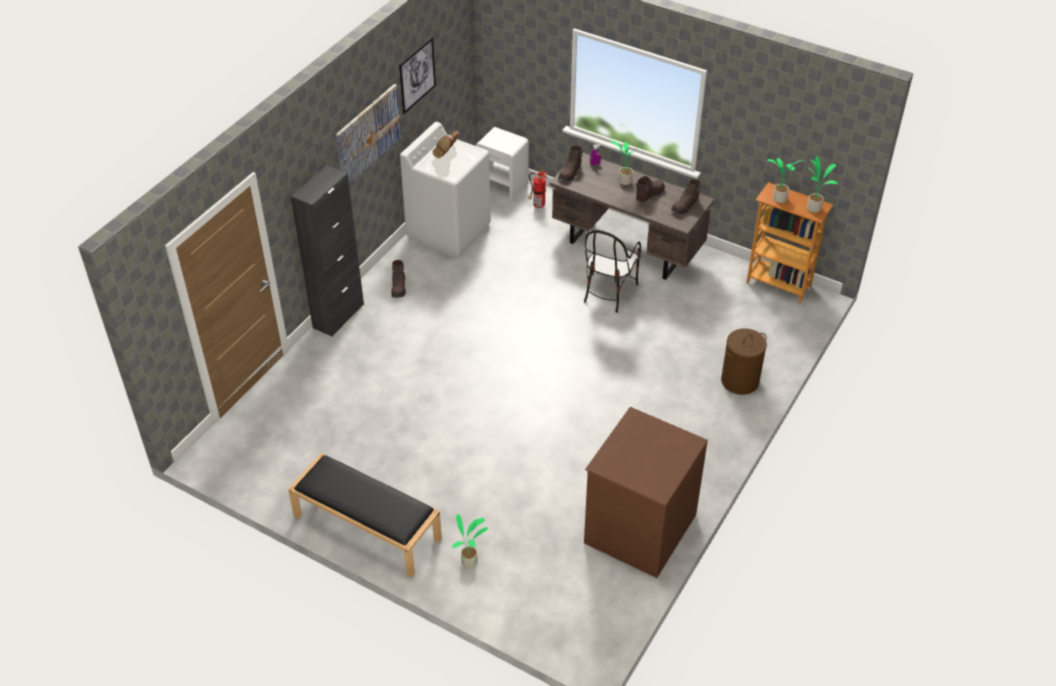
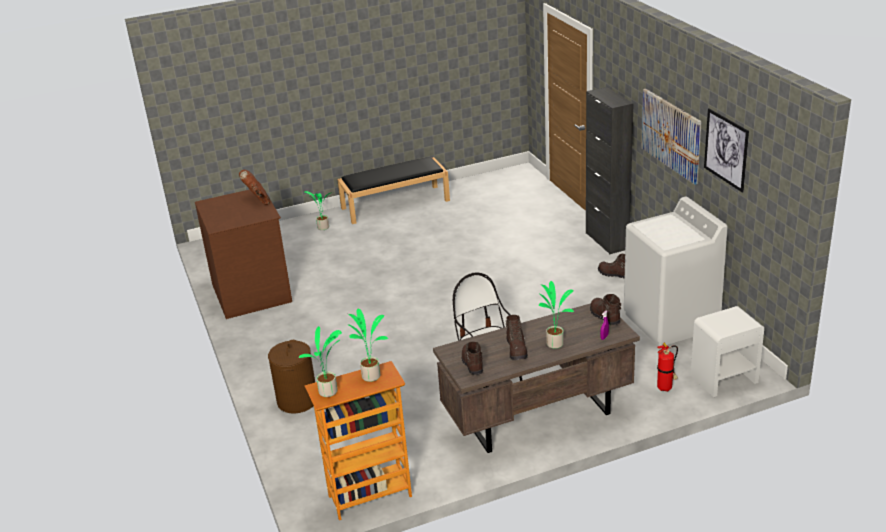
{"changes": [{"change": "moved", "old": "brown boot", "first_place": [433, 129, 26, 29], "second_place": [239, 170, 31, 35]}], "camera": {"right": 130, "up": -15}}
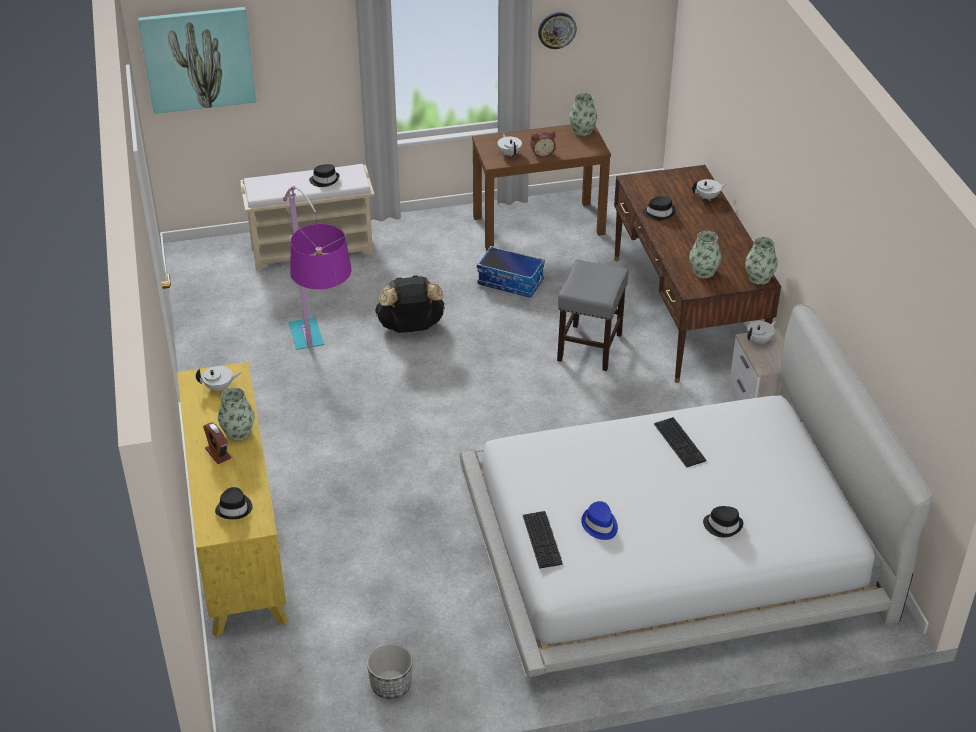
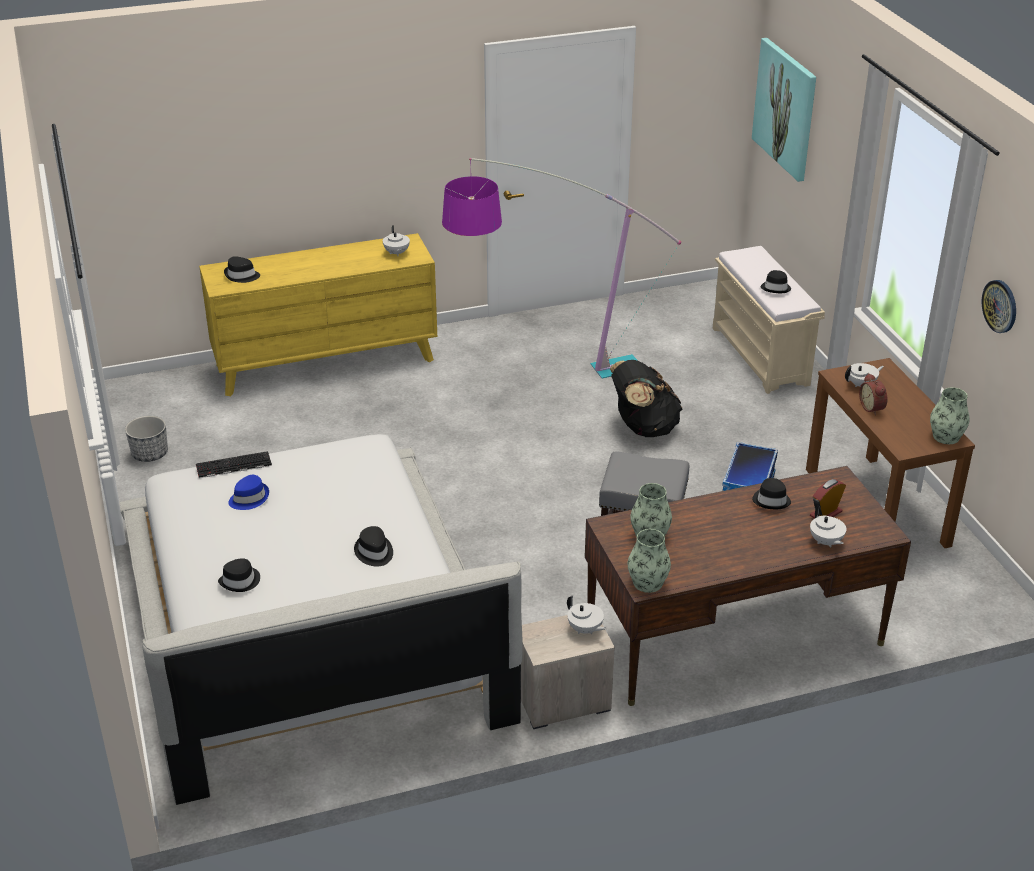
{"changes": [{"change": "moved", "old": "alarm clock", "first_place": [203, 422, 28, 42], "second_place": [810, 479, 36, 40]}, {"change": "removed", "old": "vase", "first_place": [218, 387, 36, 54]}, {"change": "replaced", "old": "keyboard", "new": "black hat", "first_place": [654, 417, 52, 51], "second_place": [354, 526, 39, 41]}], "camera": {"right": 85, "up": -5}}
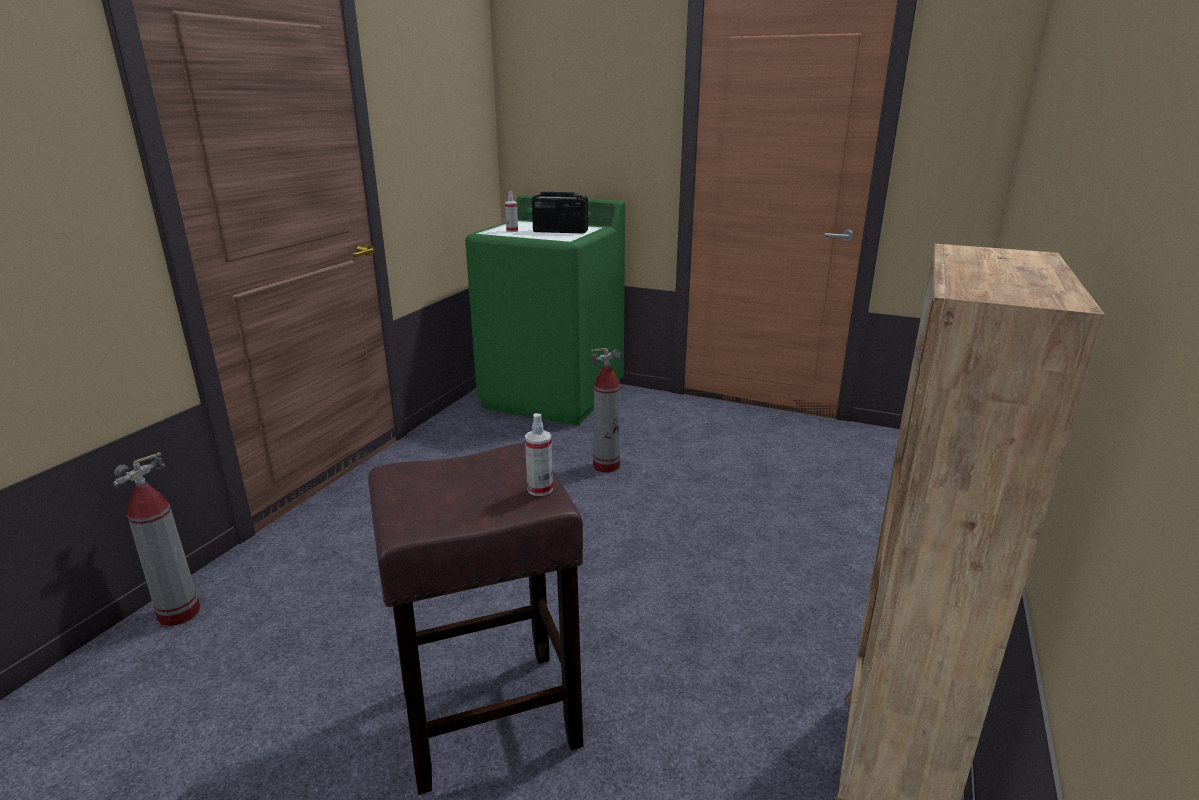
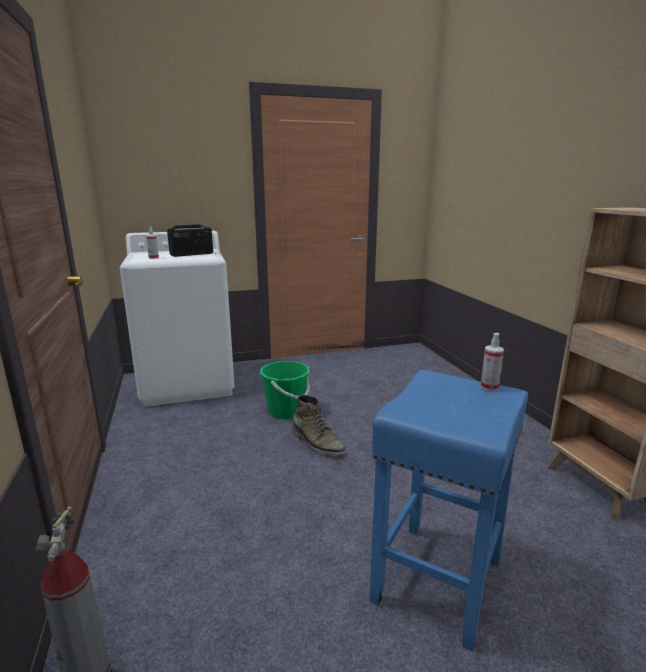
{"changes": [{"change": "recoloured", "old": "brown stool", "new": "blue stool", "first_place": [368, 443, 215, 352], "second_place": [369, 370, 159, 281]}, {"change": "recoloured", "old": "green washing machine", "new": "white washing machine", "first_place": [465, 195, 160, 231], "second_place": [120, 231, 115, 176]}, {"change": "replaced", "old": "fire extinguisher", "new": "green bucket", "first_place": [591, 348, 29, 125], "second_place": [260, 361, 50, 58]}, {"change": "added", "new": "green boot", "second_place": [292, 395, 54, 60]}], "camera": {"right": -40, "up": -5}}
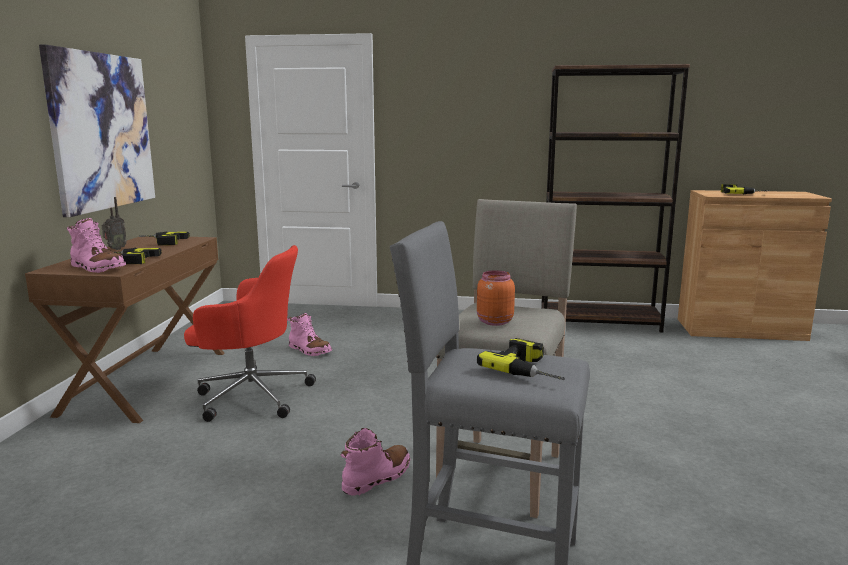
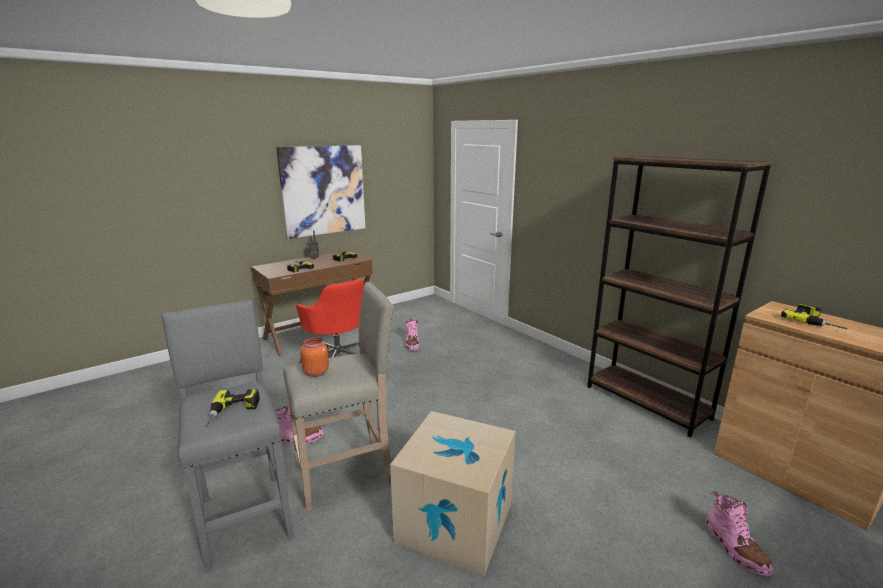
{"changes": [{"change": "moved", "old": "pink boot", "first_place": [67, 218, 59, 55], "second_place": [705, 491, 69, 85]}, {"change": "added", "new": "cardboard box", "second_place": [390, 411, 126, 165]}], "camera": {"right": 45, "up": 5}}
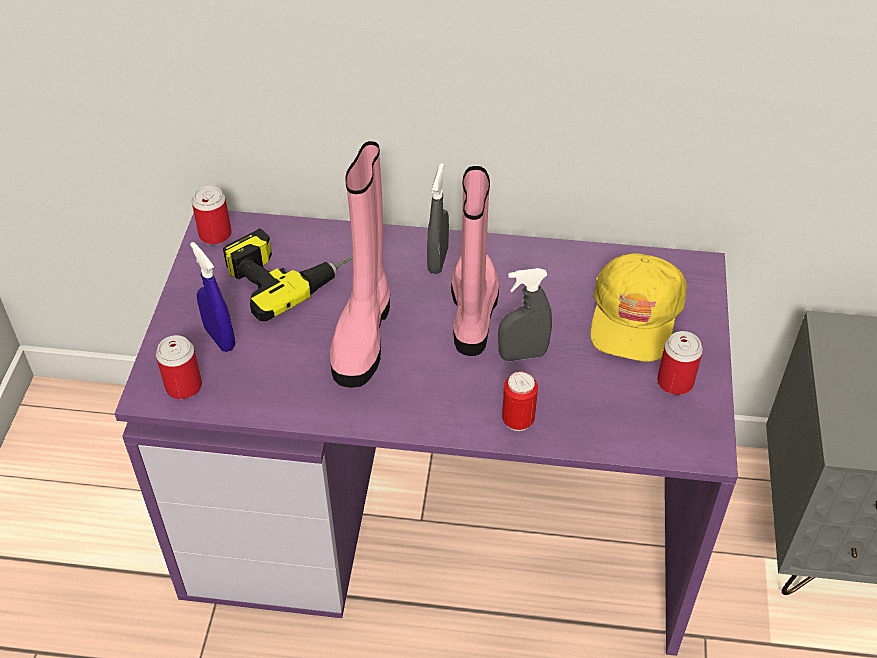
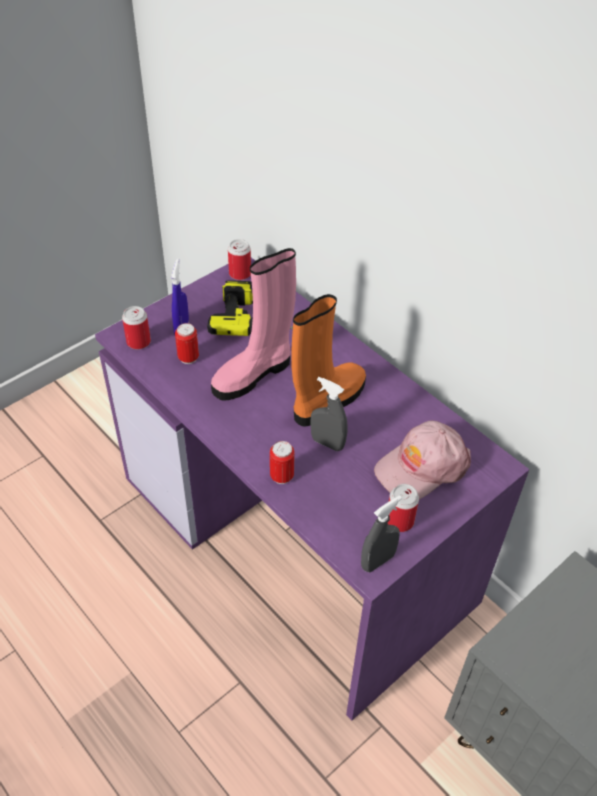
{"changes": [{"change": "moved", "old": "grey spray bottle", "first_place": [427, 163, 22, 111], "second_place": [361, 495, 41, 77]}, {"change": "recoloured", "old": "pink boot", "new": "orange boot", "first_place": [451, 166, 48, 190], "second_place": [291, 294, 75, 133]}, {"change": "recoloured", "old": "yellow cap", "new": "pink cap", "first_place": [591, 253, 96, 109], "second_place": [374, 421, 97, 78]}, {"change": "added", "new": "can", "second_place": [175, 323, 24, 41]}], "camera": {"right": 40, "up": 0}}
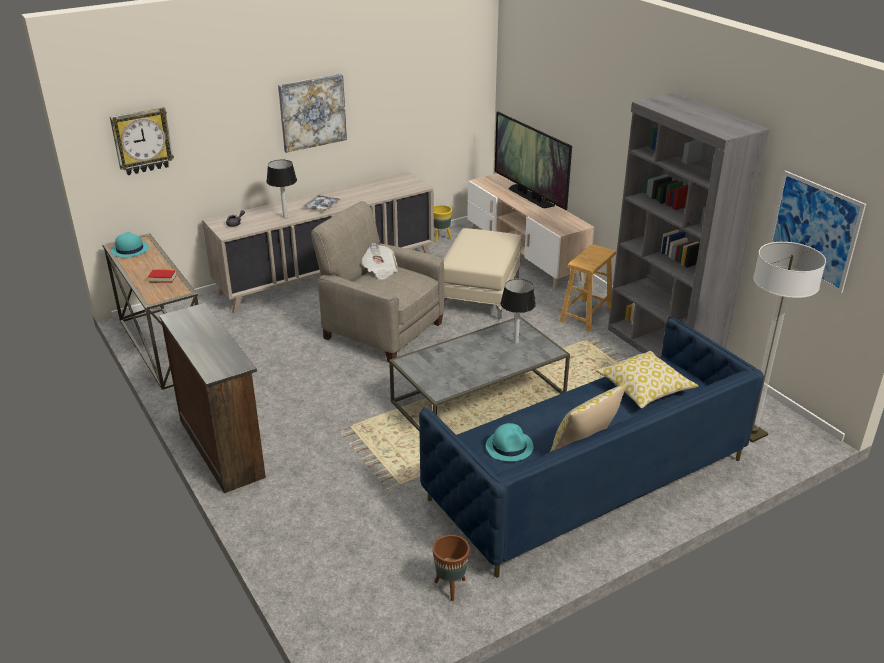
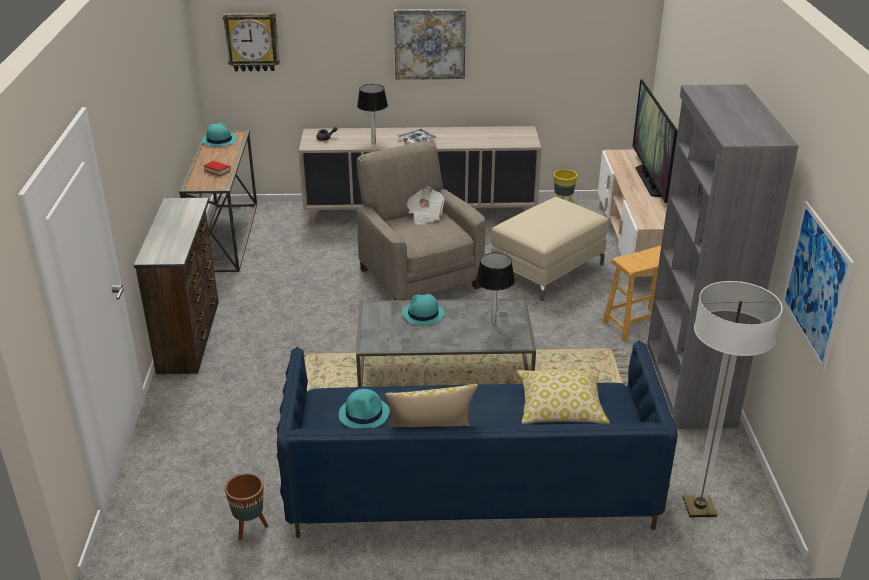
{"changes": [{"change": "added", "new": "turquoise hat", "second_place": [402, 294, 43, 31]}], "camera": {"right": 30, "up": 0}}
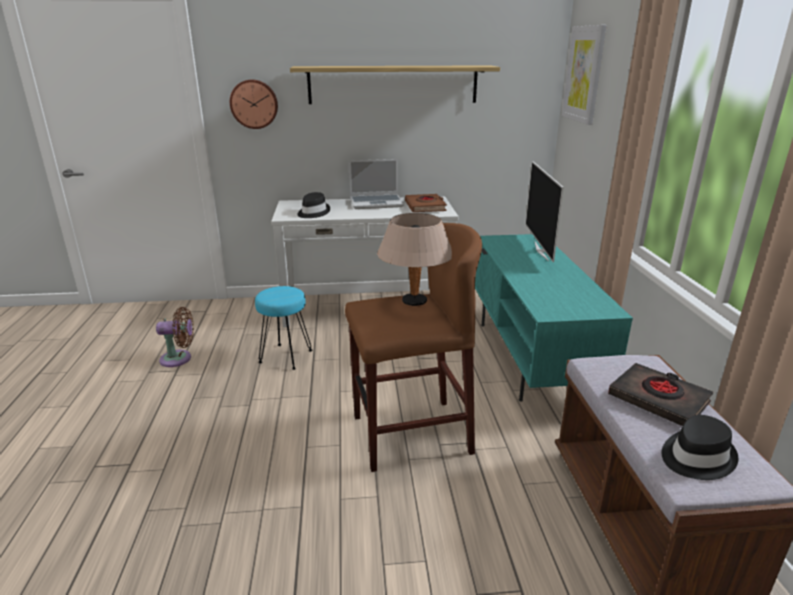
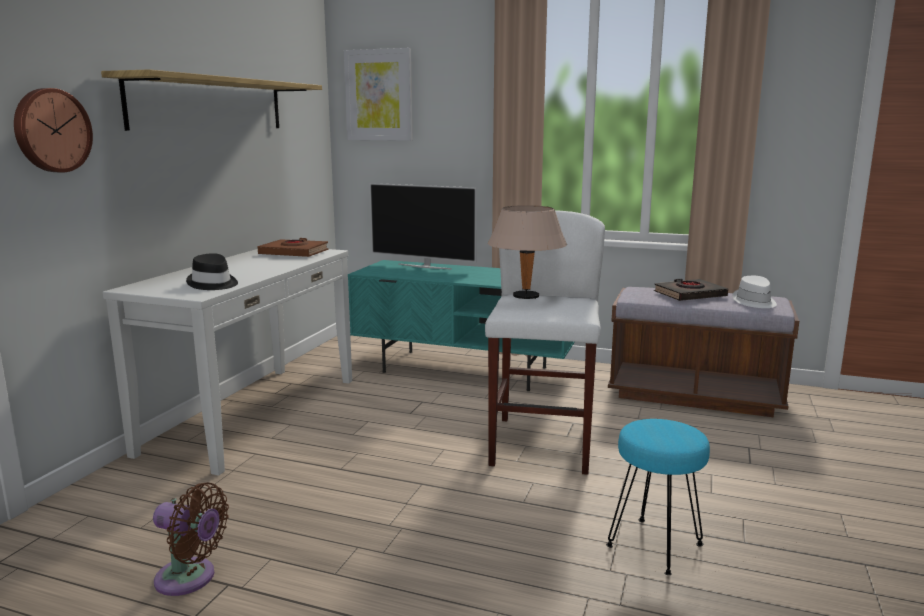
{"changes": [{"change": "turned", "old": "brown fan", "first_place": [156, 307, 38, 60], "second_place": [153, 482, 76, 114], "degrees": 90}, {"change": "moved", "old": "turquoise stool", "first_place": [255, 286, 57, 84], "second_place": [606, 419, 104, 156]}, {"change": "recoloured", "old": "brown stool", "new": "white stool", "first_place": [345, 223, 137, 249], "second_place": [485, 210, 120, 265]}, {"change": "removed", "old": "laptop", "first_place": [349, 159, 55, 50]}, {"change": "recoloured", "old": "black hat", "new": "white hat", "first_place": [661, 415, 78, 65], "second_place": [732, 276, 45, 32]}], "camera": {"right": -65, "up": -10}}
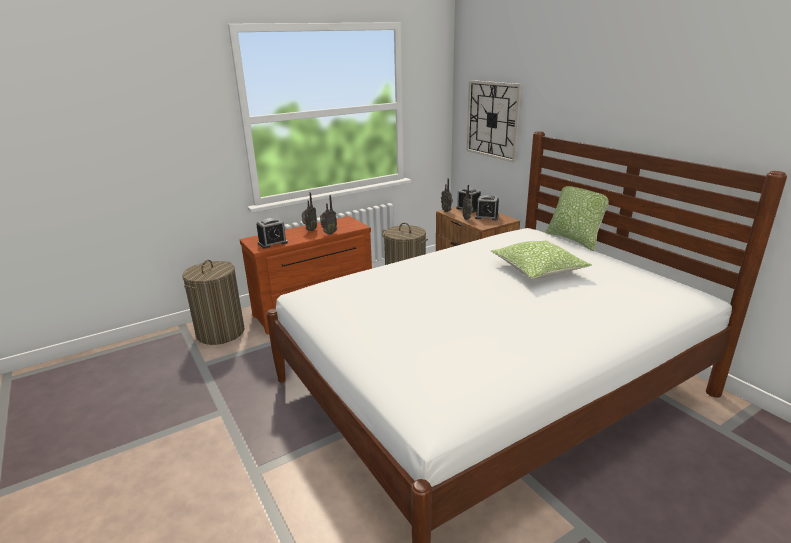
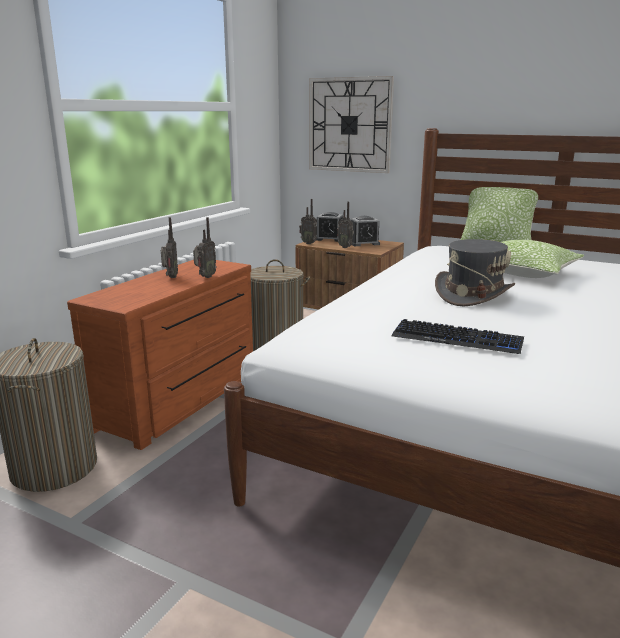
{"changes": [{"change": "removed", "old": "alarm clock", "first_place": [256, 218, 32, 31]}, {"change": "added", "new": "keyboard", "second_place": [392, 319, 132, 35]}, {"change": "added", "new": "grey hat", "second_place": [435, 239, 80, 67]}], "camera": {"right": -30, "up": -5}}
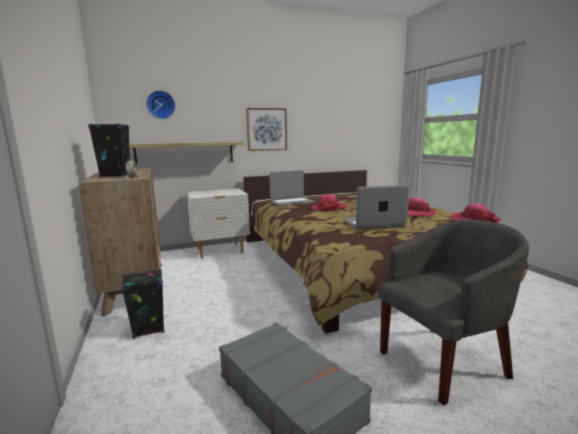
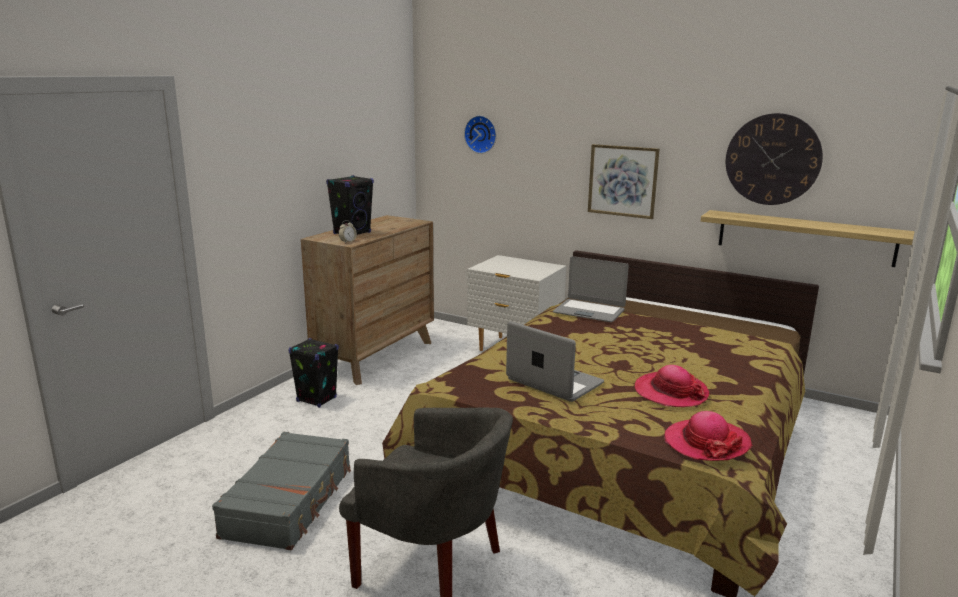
{"changes": [{"change": "moved", "old": "shelf", "first_place": [129, 142, 115, 22], "second_place": [701, 210, 214, 57]}, {"change": "removed", "old": "hat", "first_place": [311, 194, 37, 17]}, {"change": "added", "new": "wall clock", "second_place": [726, 113, 97, 92]}], "camera": {"right": 50, "up": 5}}
